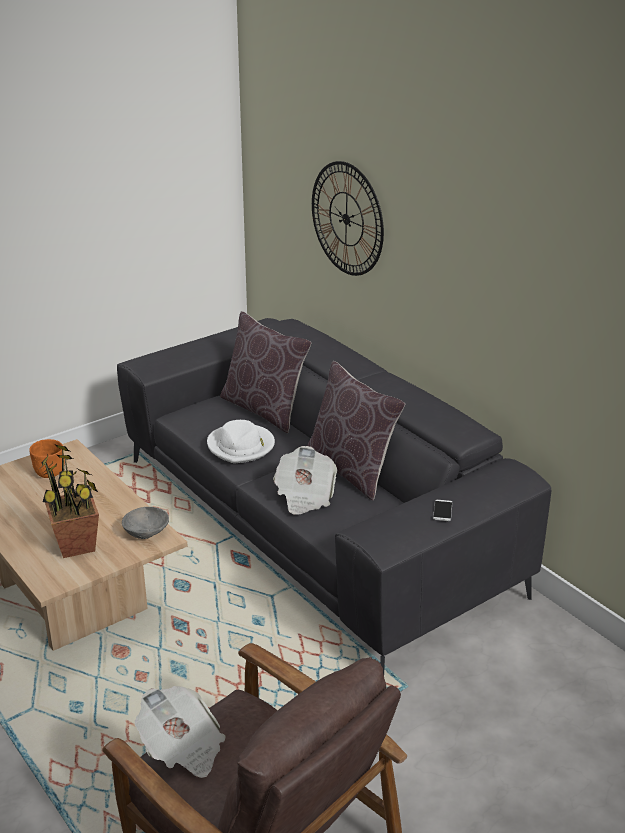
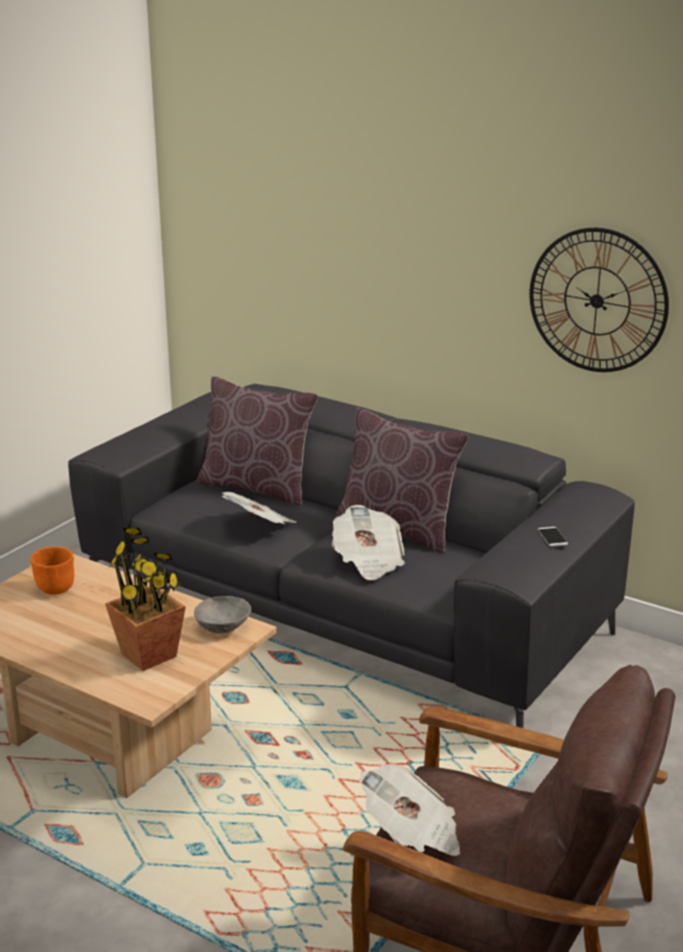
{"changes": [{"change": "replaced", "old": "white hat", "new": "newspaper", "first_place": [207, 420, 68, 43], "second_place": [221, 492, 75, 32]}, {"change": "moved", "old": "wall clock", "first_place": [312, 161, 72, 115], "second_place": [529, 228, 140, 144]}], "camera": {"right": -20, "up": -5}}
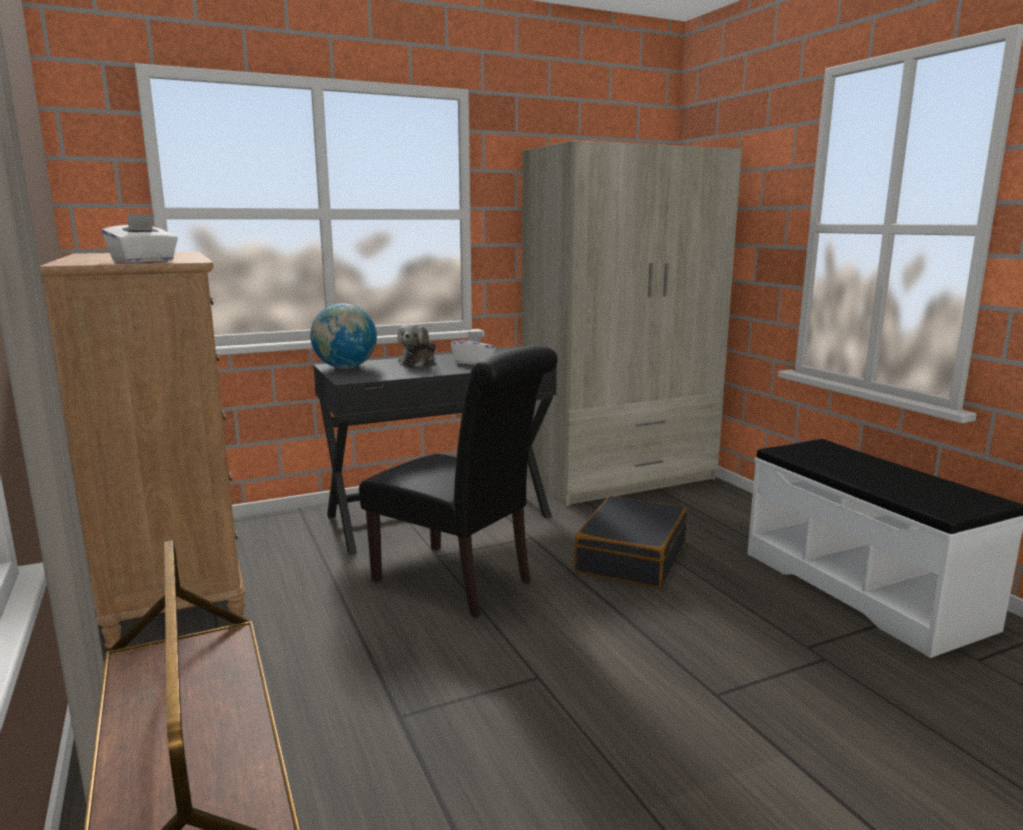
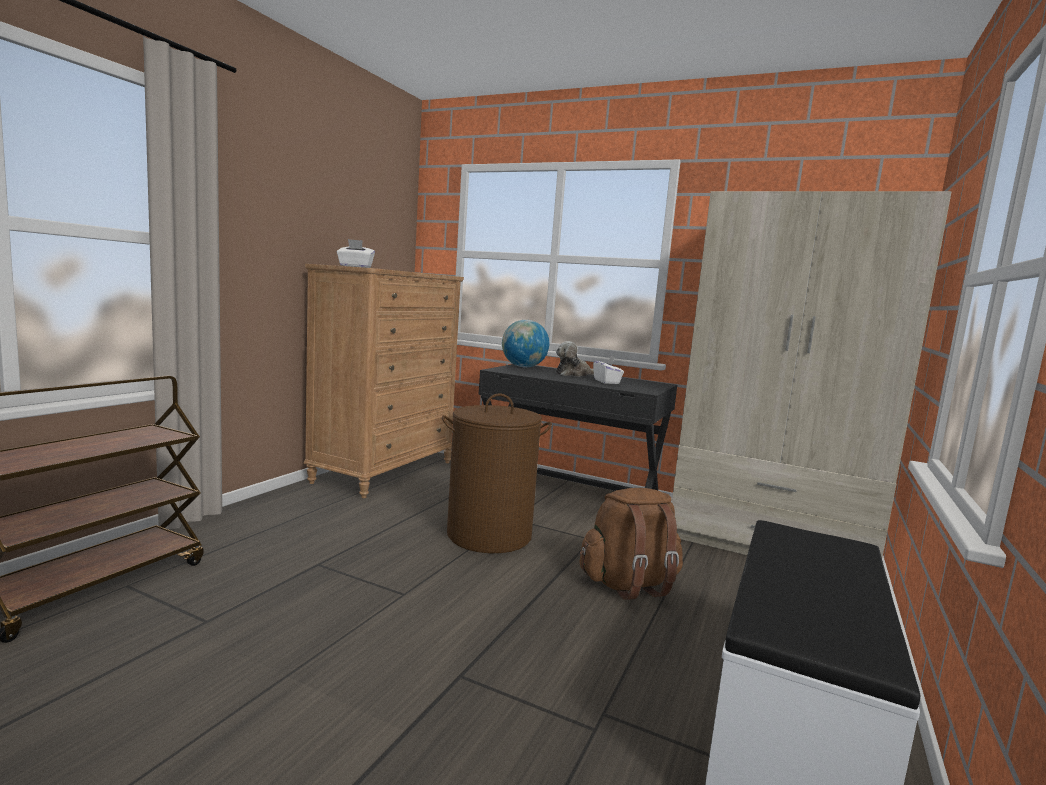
{"changes": [{"change": "replaced", "old": "black chair", "new": "brown laundry basket", "first_place": [359, 345, 199, 273], "second_place": [442, 393, 110, 160]}, {"change": "replaced", "old": "black suitcase", "new": "brown backpack", "first_place": [574, 496, 113, 92], "second_place": [580, 488, 103, 112]}], "camera": {"right": 50, "up": -5}}
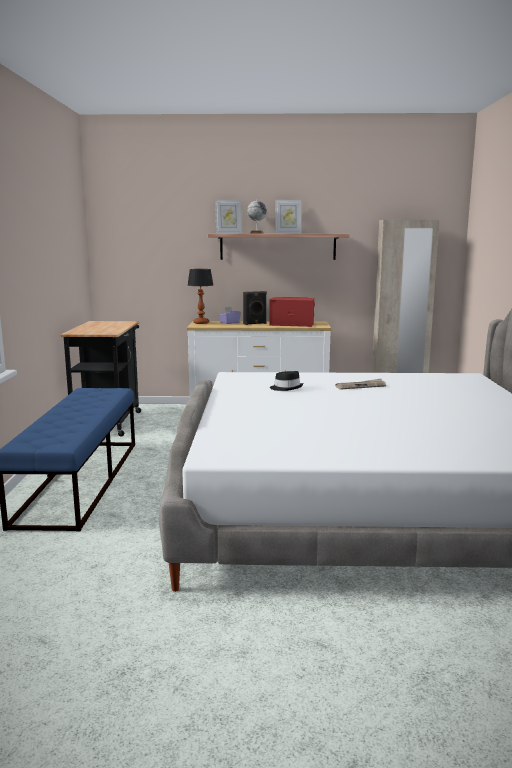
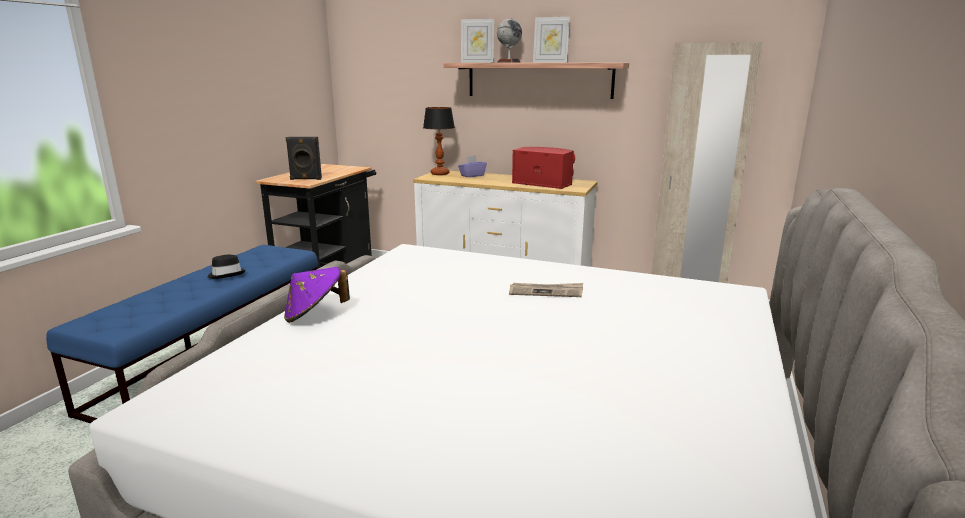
{"changes": [{"change": "moved", "old": "black speaker", "first_place": [243, 291, 24, 34], "second_place": [286, 137, 36, 43]}, {"change": "moved", "old": "black hat", "first_place": [270, 371, 34, 20], "second_place": [207, 255, 39, 24]}, {"change": "added", "new": "purple hat", "second_place": [284, 267, 66, 56]}], "camera": {"right": 20, "up": 5}}
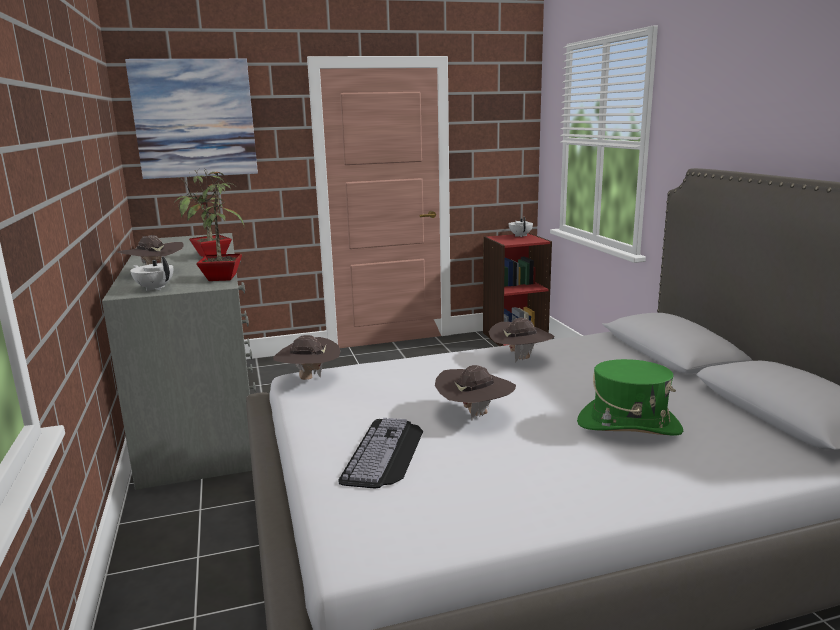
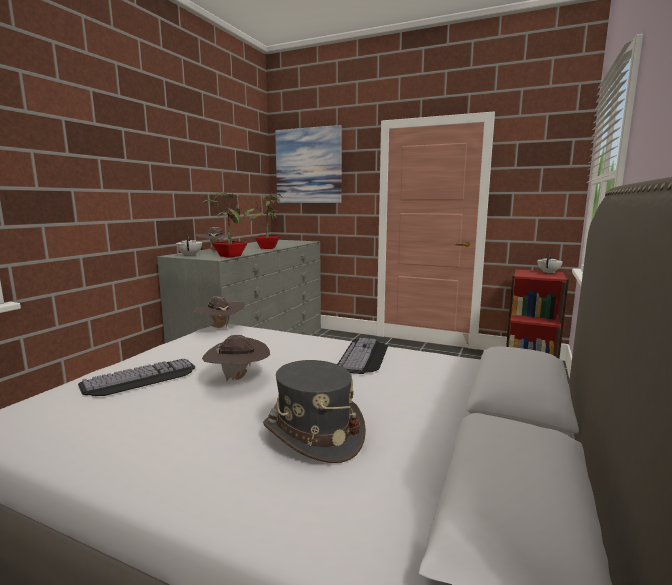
{"changes": [{"change": "replaced", "old": "brown hat", "new": "keyboard", "first_place": [489, 318, 65, 45], "second_place": [337, 338, 51, 36]}, {"change": "recoloured", "old": "green hat", "new": "grey hat", "first_place": [577, 359, 106, 77], "second_place": [263, 360, 103, 103]}], "camera": {"right": 40, "up": -5}}
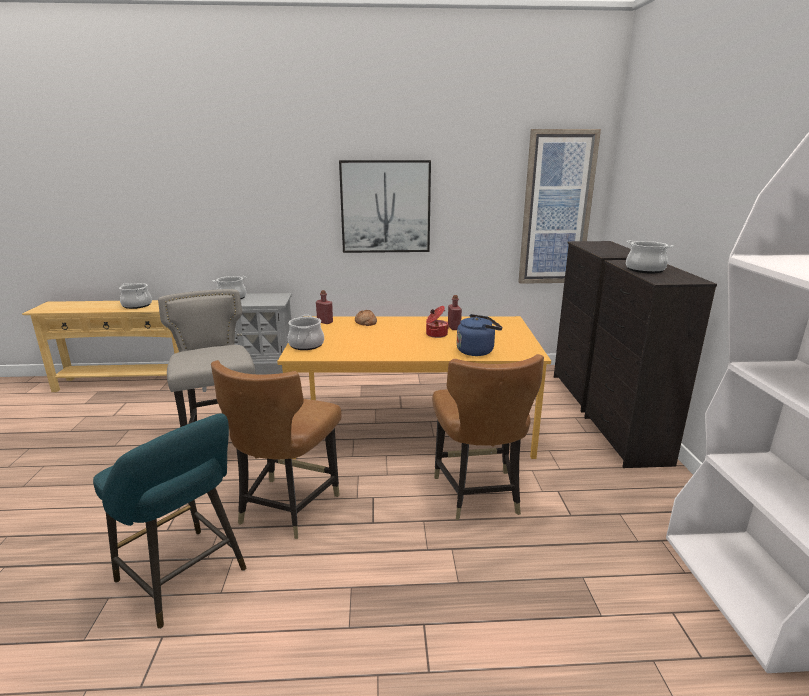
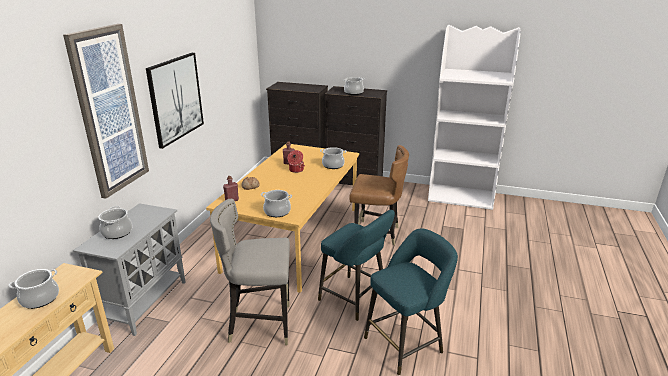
{"changes": [{"change": "replaced", "old": "brown chair", "new": "turquoise stool", "first_place": [211, 360, 131, 179], "second_place": [318, 210, 77, 111]}, {"change": "replaced", "old": "blue kettle", "new": "cooking pot", "first_place": [456, 314, 46, 42], "second_place": [320, 147, 26, 22]}, {"change": "moved", "old": "picture", "first_place": [518, 129, 83, 155], "second_place": [63, 24, 86, 175]}], "camera": {"right": -70, "up": 5}}
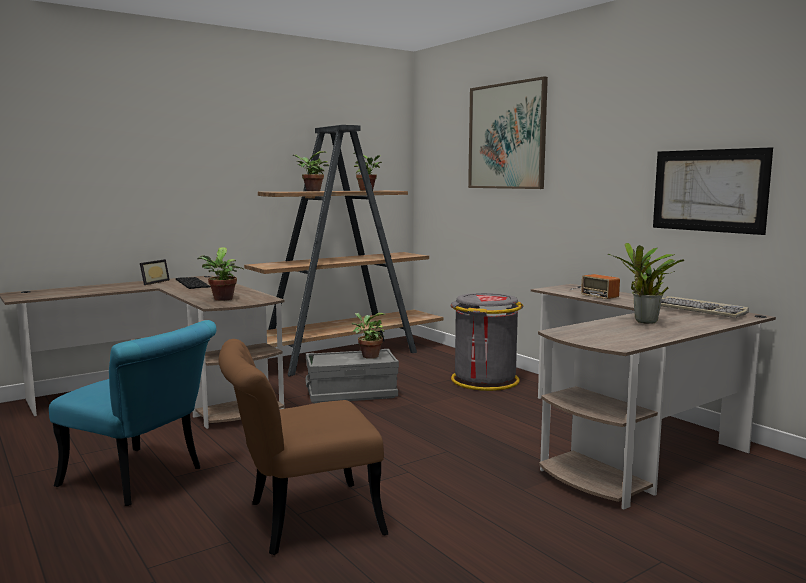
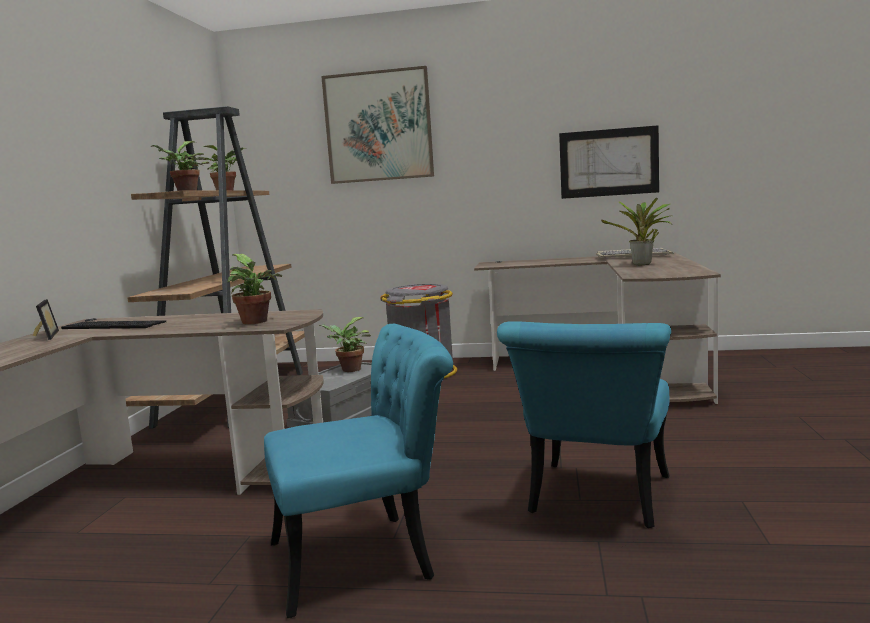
{"changes": [{"change": "recoloured", "old": "brown chair", "new": "turquoise chair", "first_place": [218, 339, 170, 216], "second_place": [497, 321, 174, 207]}, {"change": "removed", "old": "radio", "first_place": [570, 274, 50, 25]}], "camera": {"right": -45, "up": 0}}
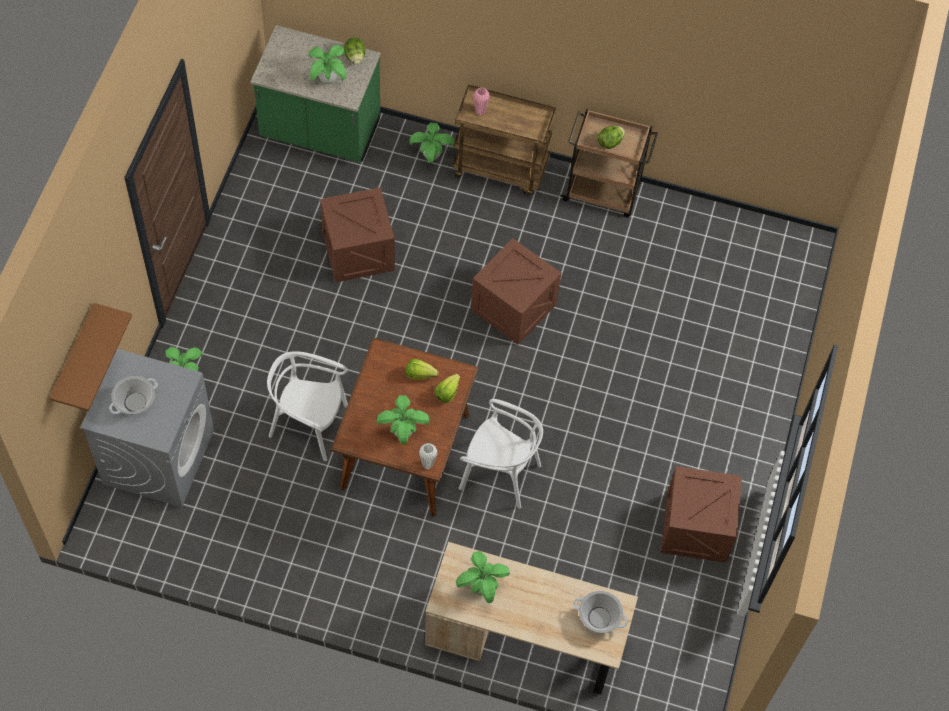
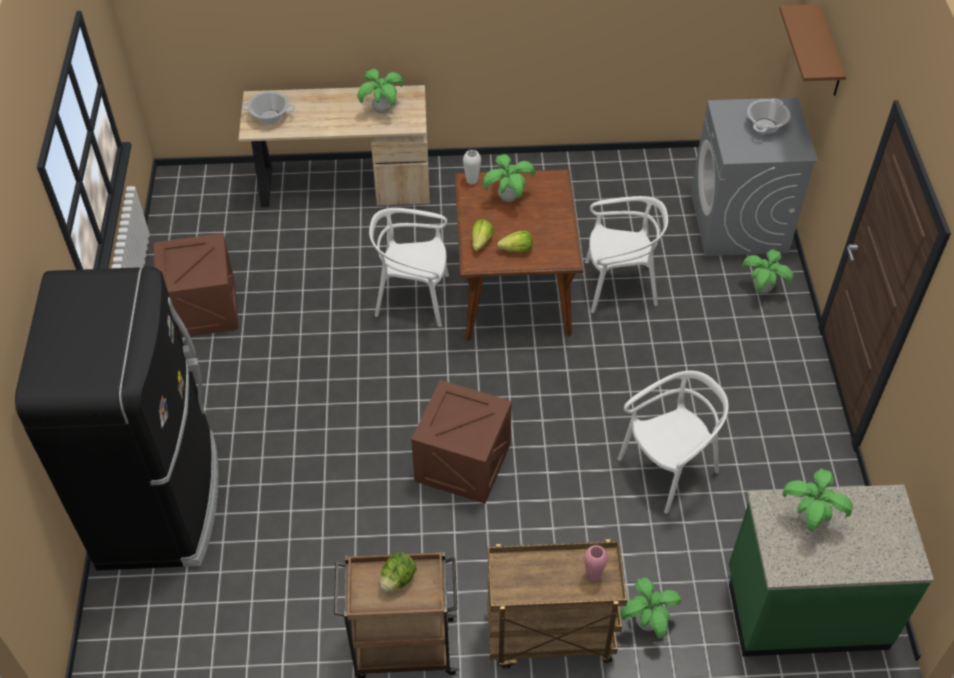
{"changes": [{"change": "replaced", "old": "crate", "new": "white chair", "first_place": [320, 187, 75, 96], "second_place": [618, 371, 111, 143]}, {"change": "removed", "old": "lettuce", "first_place": [344, 37, 22, 28]}, {"change": "added", "new": "black fridge", "second_place": [15, 266, 204, 304]}], "camera": {"right": 165, "up": -10}}
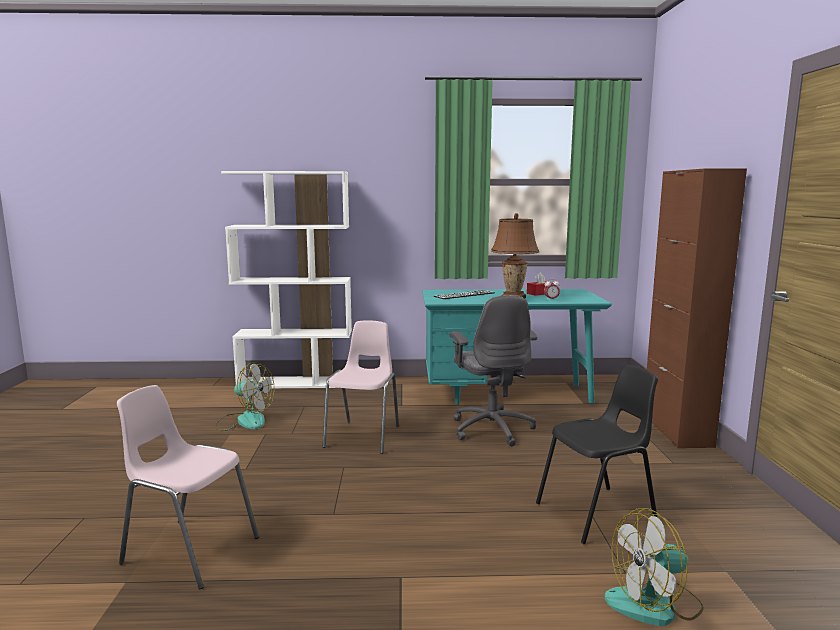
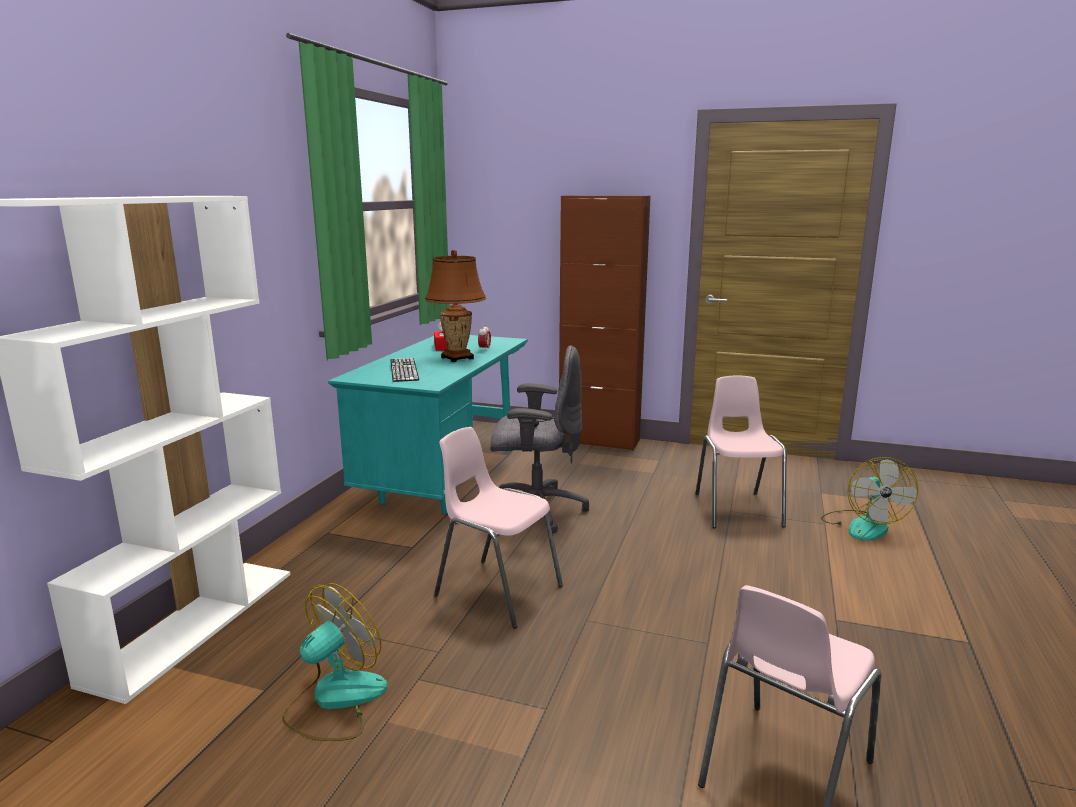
{"changes": [{"change": "recoloured", "old": "black chair", "new": "pink chair", "first_place": [536, 365, 122, 179], "second_place": [696, 376, 91, 152]}], "camera": {"right": -70, "up": 5}}
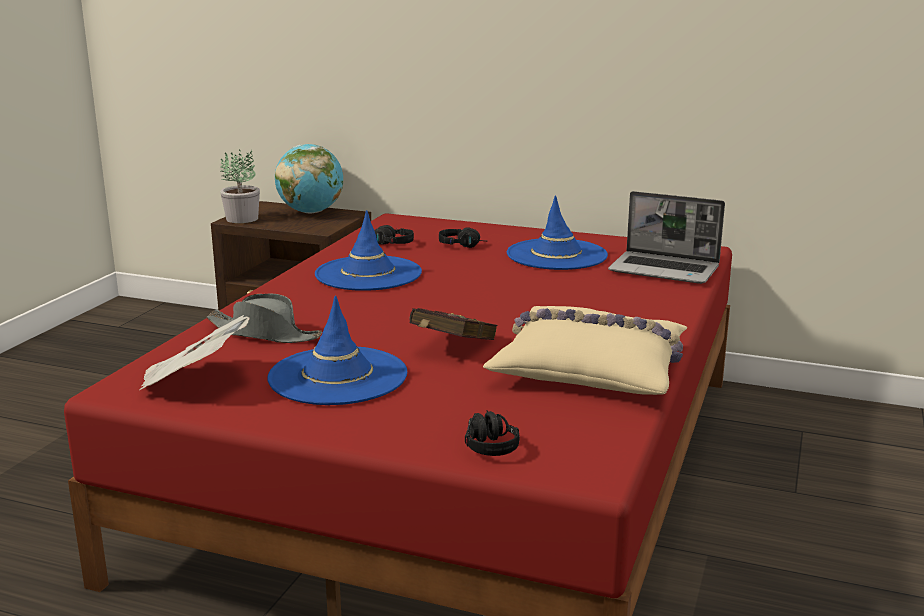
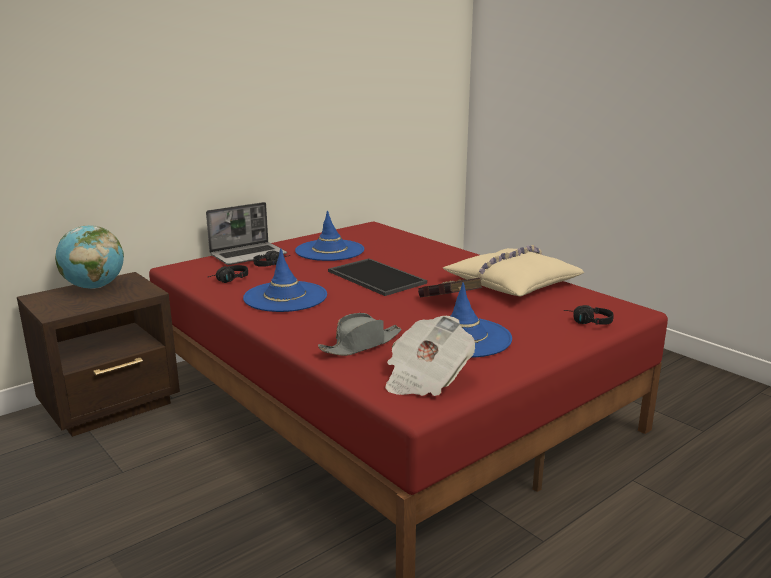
{"changes": [{"change": "removed", "old": "potted plant", "first_place": [220, 149, 40, 74]}, {"change": "moved", "old": "laptop", "first_place": [608, 191, 117, 93], "second_place": [206, 202, 81, 63]}, {"change": "added", "new": "tray", "second_place": [328, 258, 99, 38]}], "camera": {"right": -60, "up": 0}}
